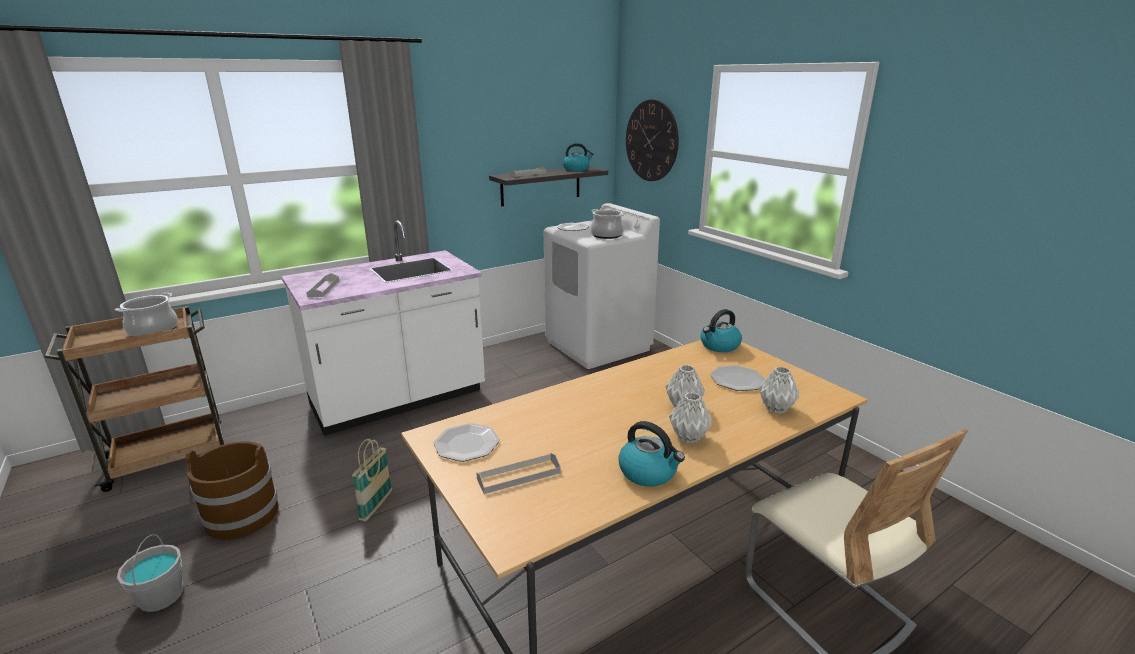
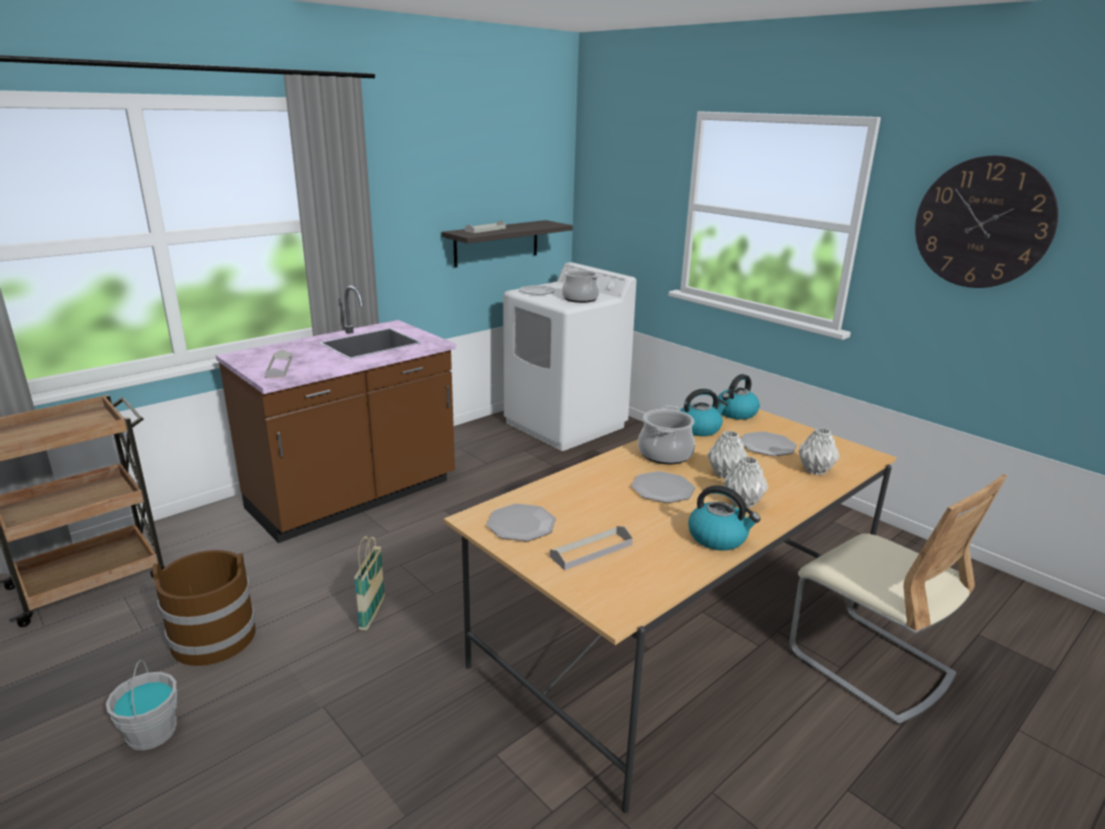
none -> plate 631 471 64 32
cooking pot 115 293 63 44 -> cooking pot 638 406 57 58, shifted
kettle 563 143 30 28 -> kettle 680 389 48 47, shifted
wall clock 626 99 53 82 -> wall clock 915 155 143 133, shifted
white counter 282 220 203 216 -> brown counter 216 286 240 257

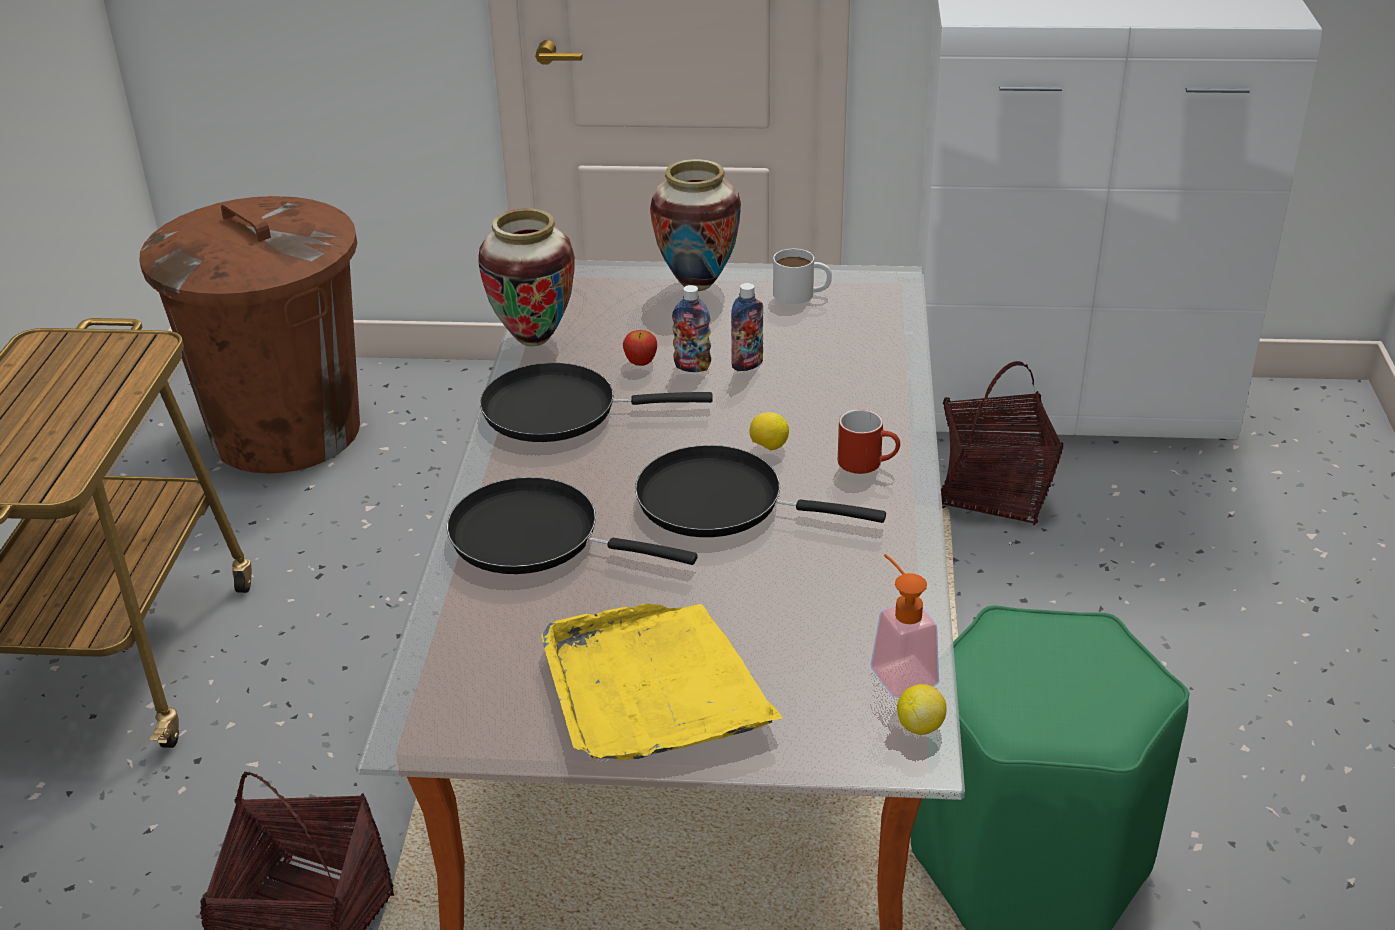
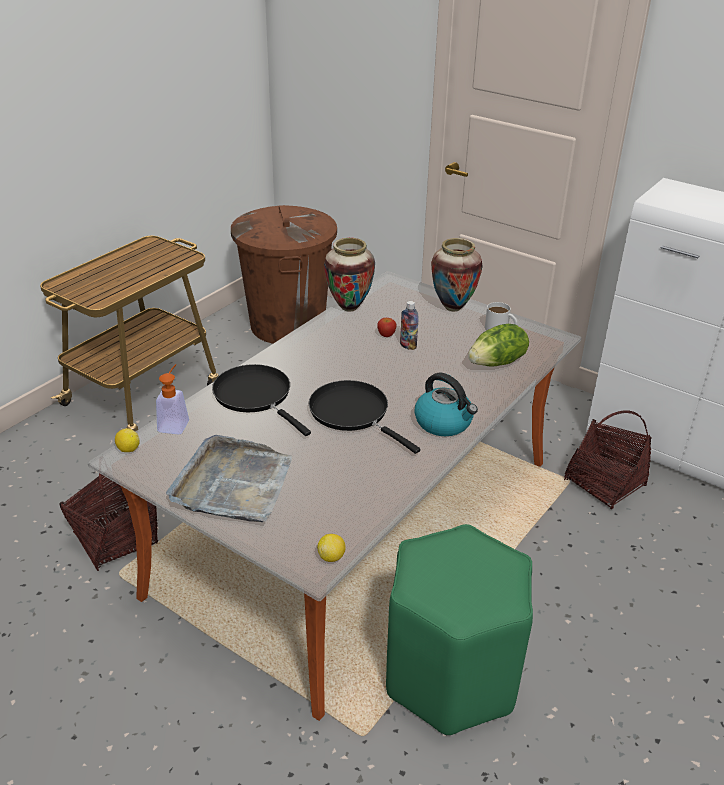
black frying pan 480 363 233 79 -> none
bottle 731 283 32 88 -> none
none -> lettuce 468 324 61 43
lemon 750 412 39 39 -> lemon 115 428 25 24, shifted
soap dispenser 871 554 68 144 -> soap dispenser 156 364 33 71, shifted
red mug 838 409 62 65 -> kettle 414 373 64 63
yellow tray 541 604 242 157 -> grey tray 166 435 126 87

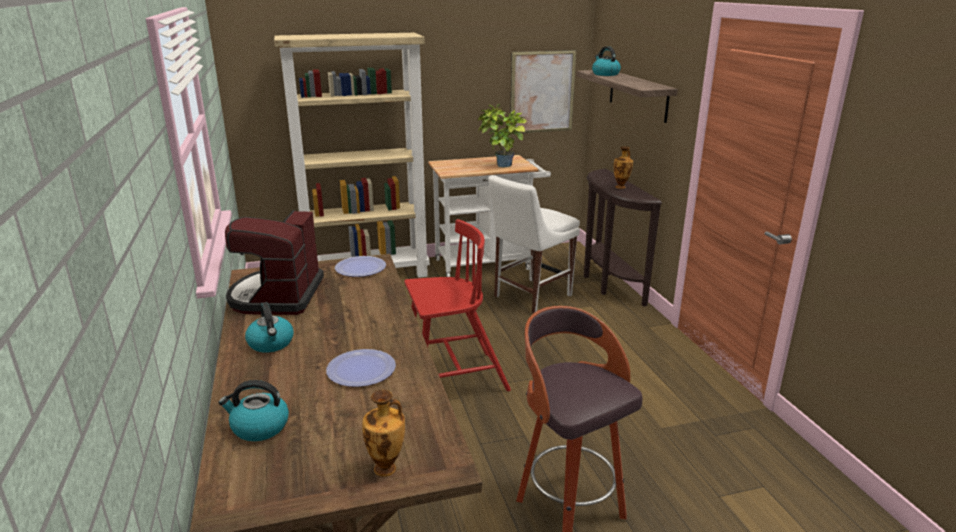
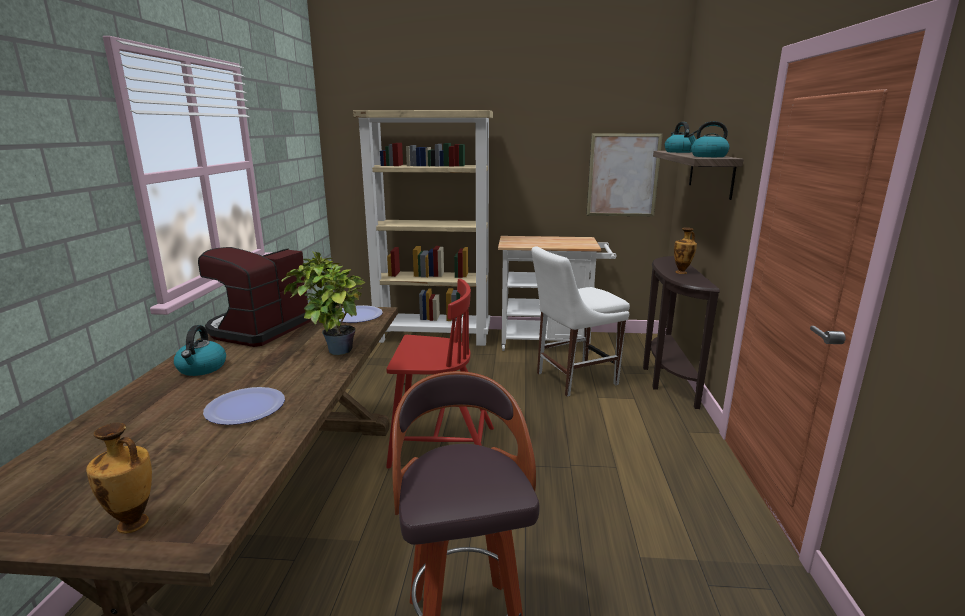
kettle 218 380 71 61 -> kettle 687 121 43 36, shifted
potted plant 477 104 50 63 -> potted plant 282 251 84 104, shifted

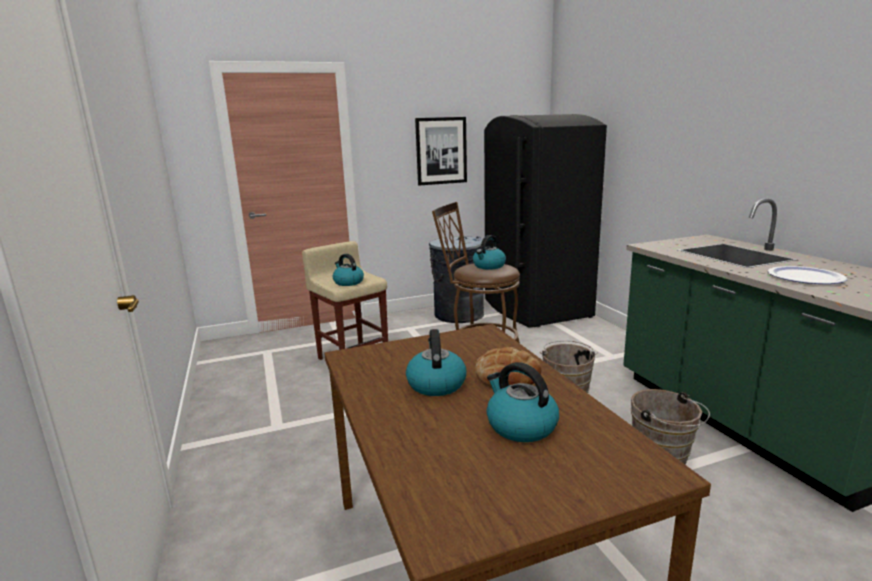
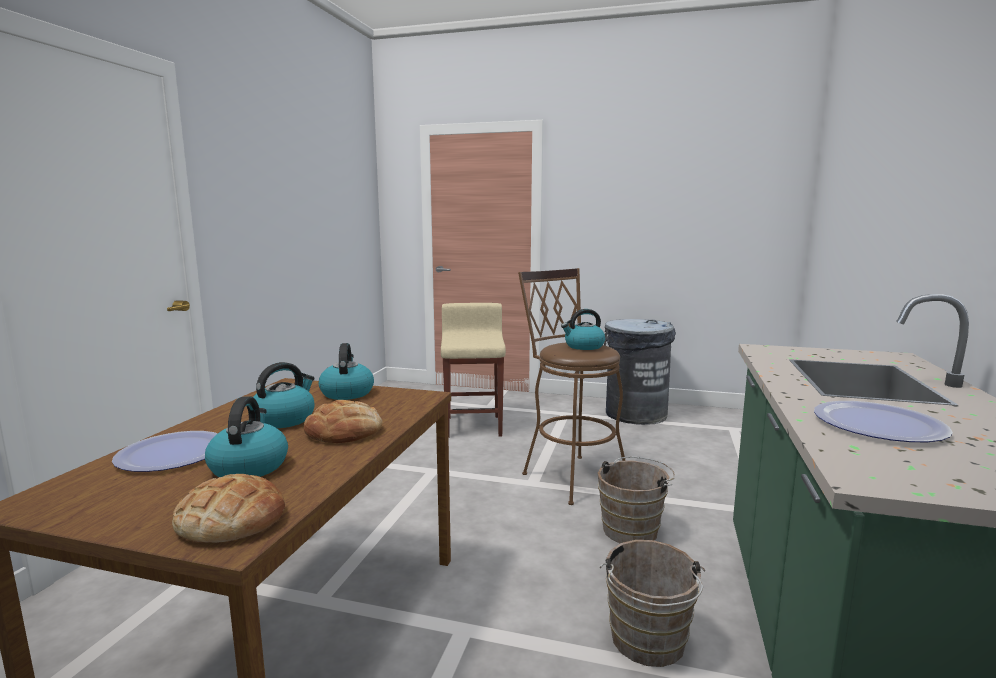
picture 415 117 52 69 -> none
black fridge 484 114 123 214 -> none
none -> plate 112 431 106 41
none -> bread 172 474 113 69
kettle 333 254 31 32 -> kettle 319 343 55 57, shifted

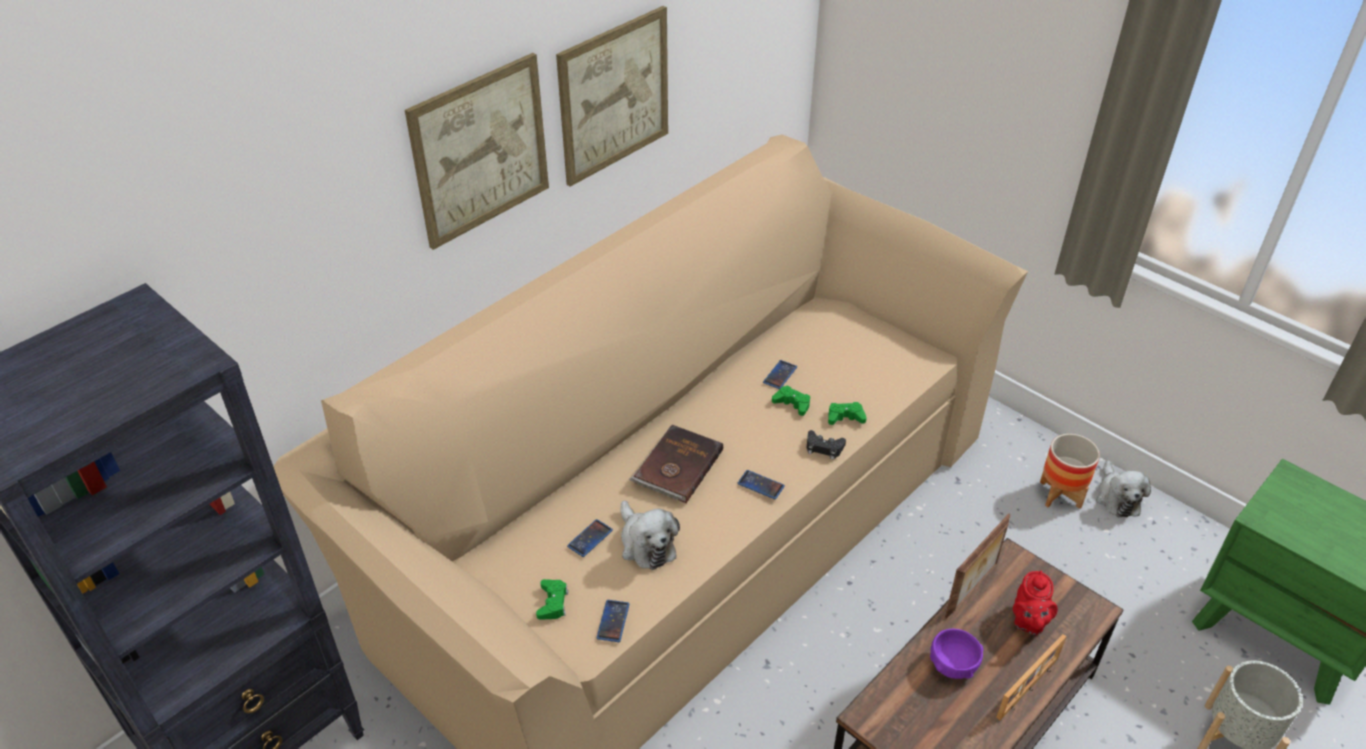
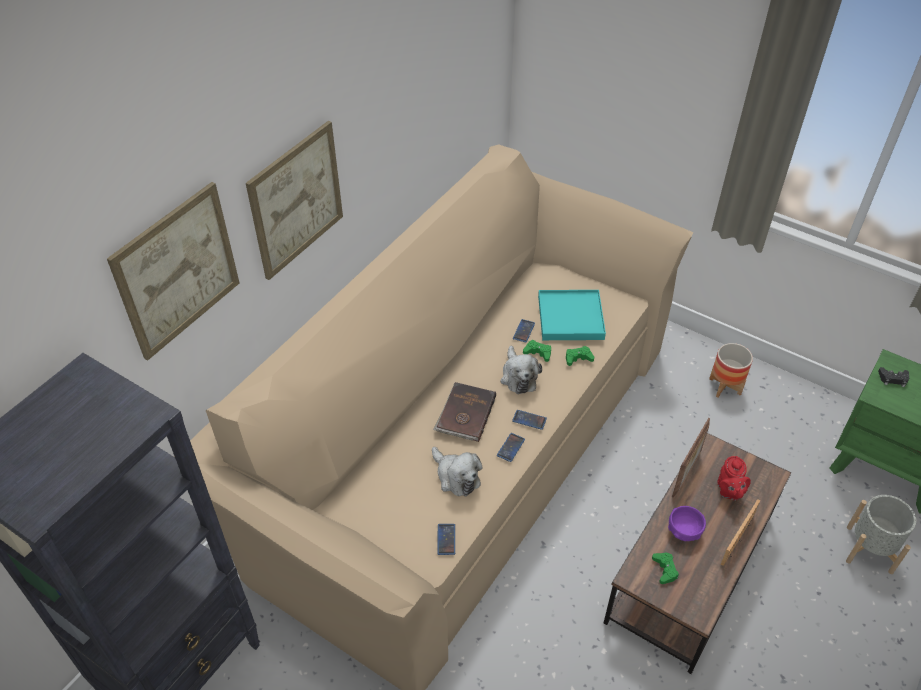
none -> turquoise tray 538 290 68 50
green game controller 536 579 32 41 -> green game controller 652 553 27 31, shifted
picture 556 6 112 181 -> picture 107 182 132 178, shifted
phone 567 519 46 38 -> phone 497 433 28 29, shifted
black game controller 807 430 39 30 -> black game controller 878 367 31 20, shifted
plush toy 1096 460 55 57 -> plush toy 500 346 42 48, shifted

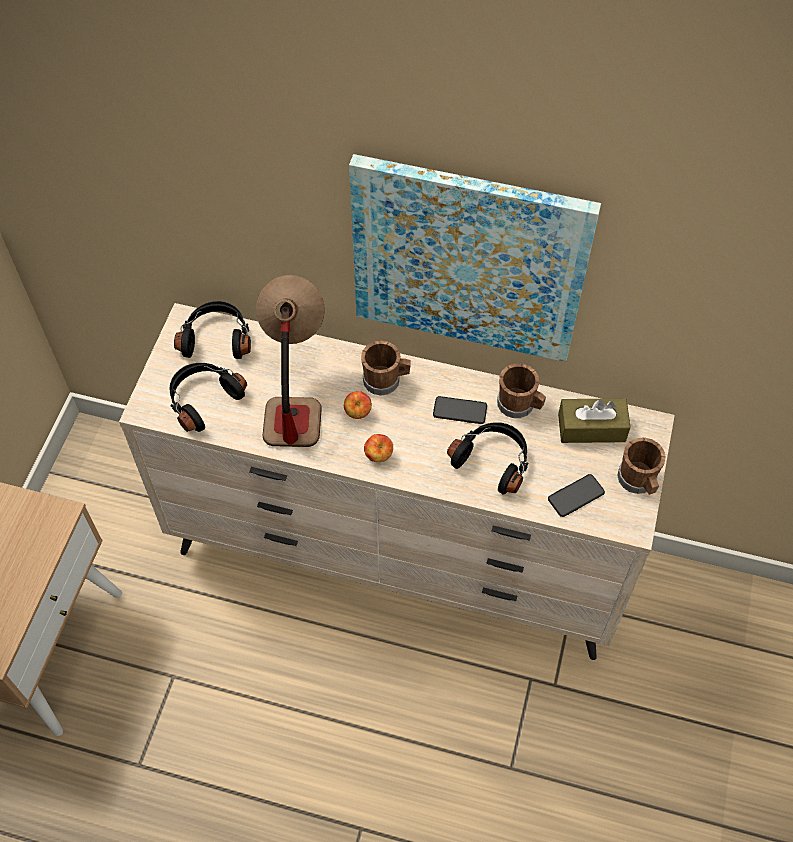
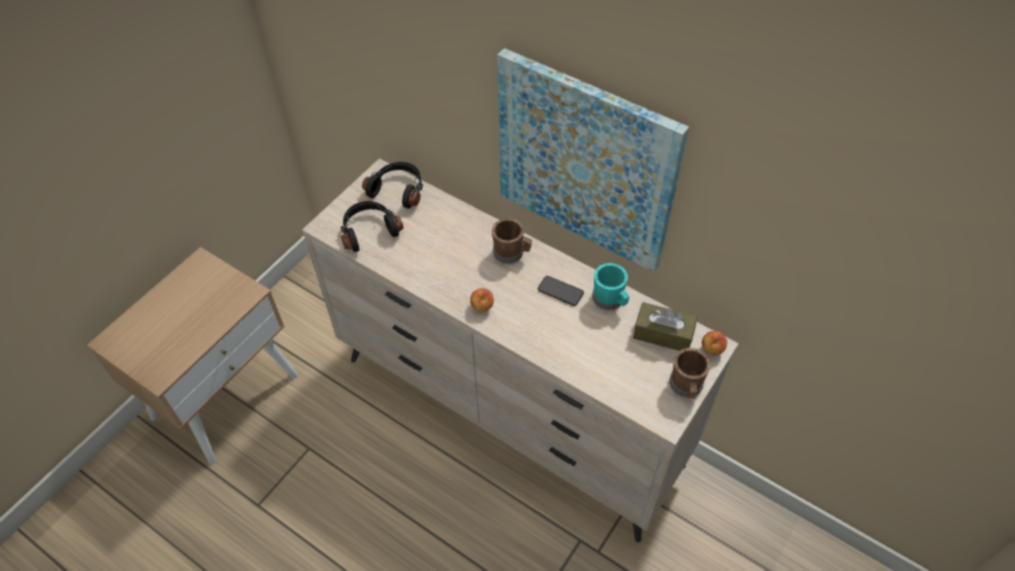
table lamp 256 275 69 172 -> none
black headphones 447 422 82 73 -> none
phone 548 474 57 43 -> none
apple 344 391 28 28 -> apple 702 331 25 24, shifted
brown mug 497 363 49 55 -> turquoise mug 592 263 38 47

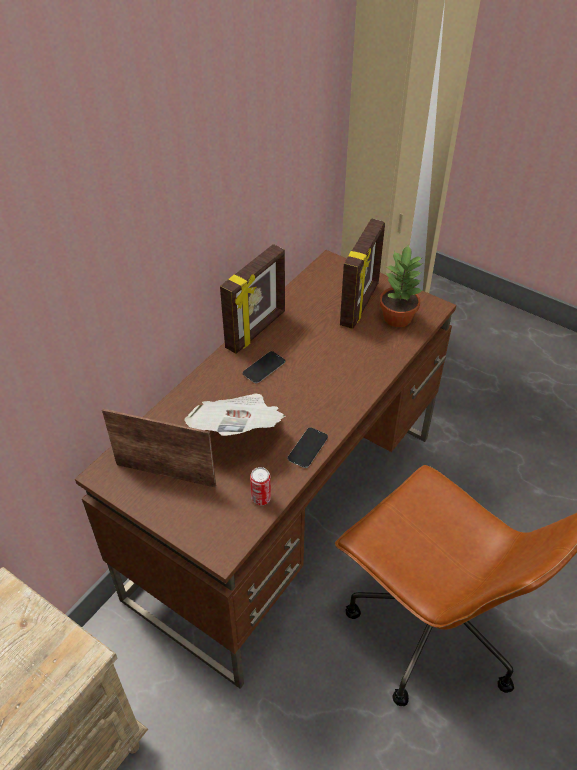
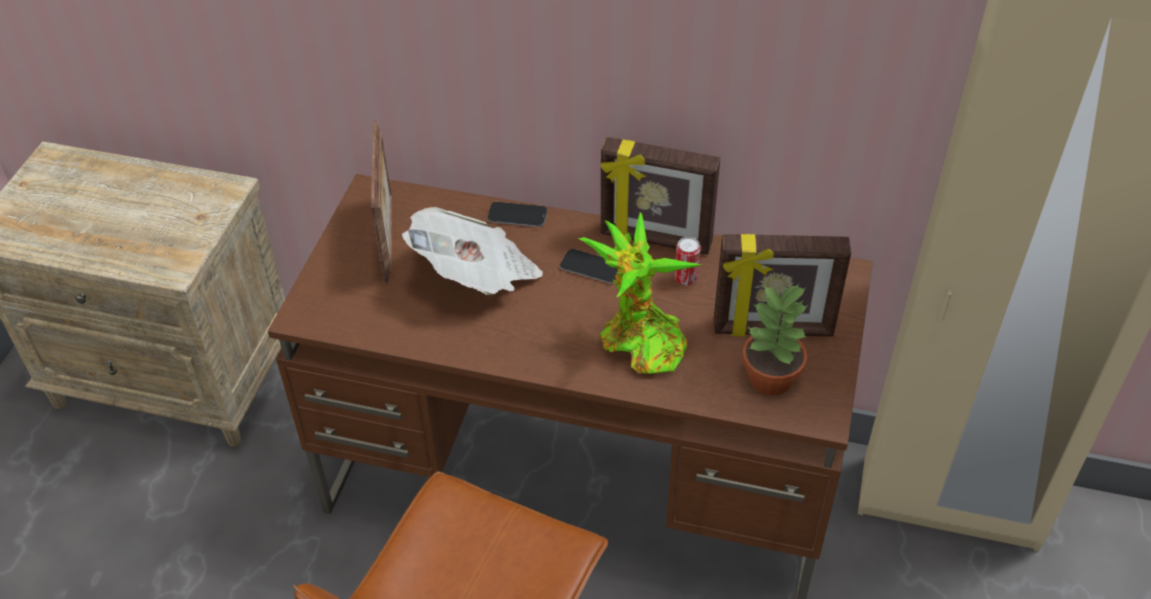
none -> potted plant 578 212 124 161
can 250 467 21 38 -> can 675 237 26 48, shifted
phone 287 428 41 40 -> phone 488 202 59 25, shifted

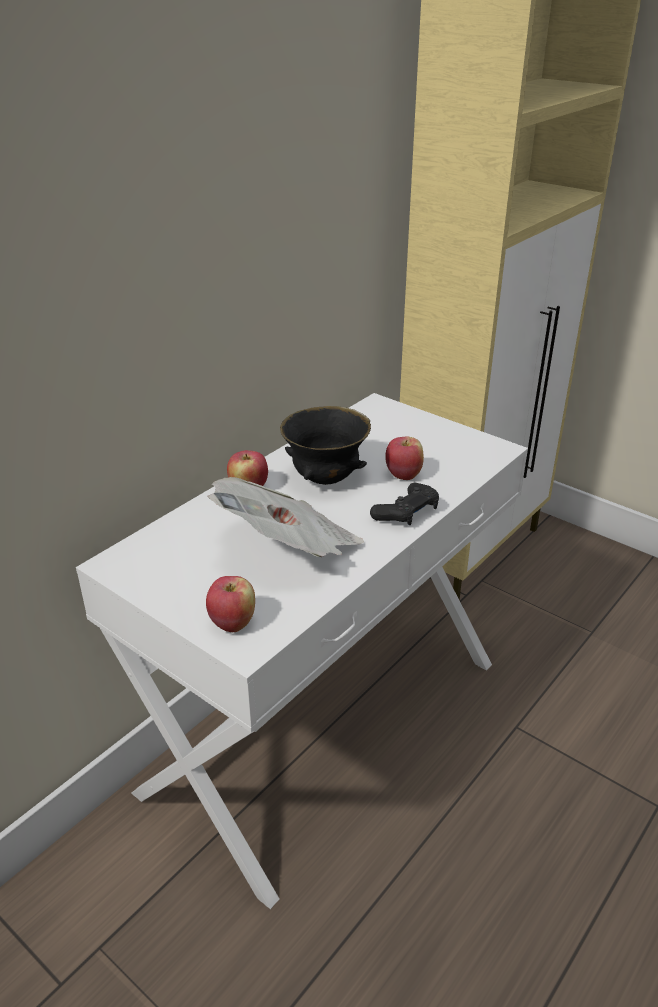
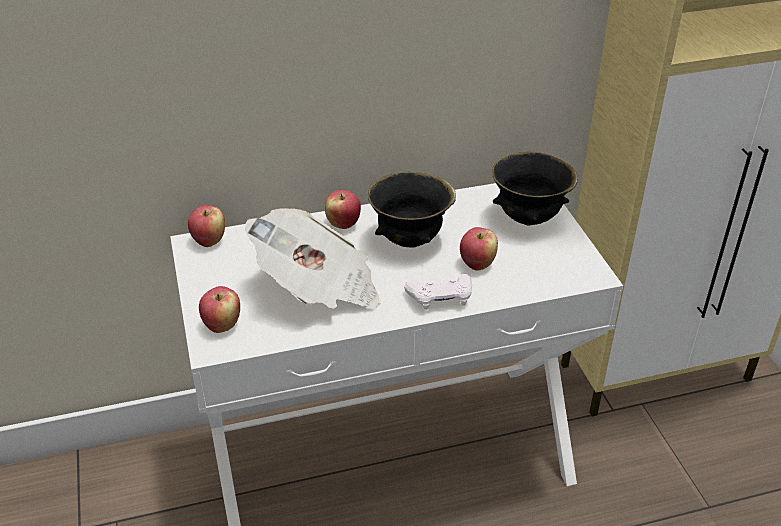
none -> apple 188 205 37 42
none -> black bowl 492 152 86 73
black game controller 370 482 69 43 -> white game controller 404 274 68 36

